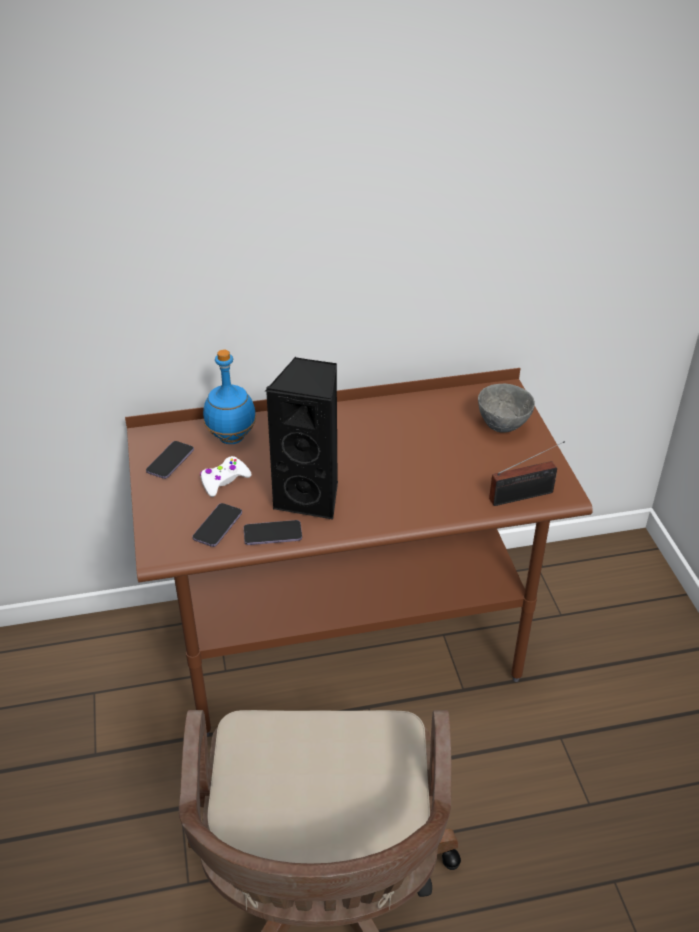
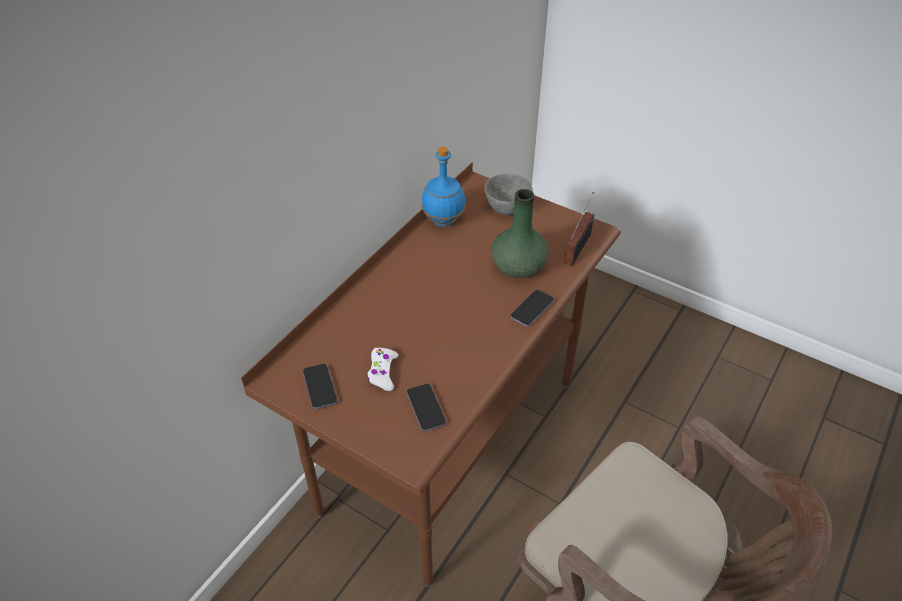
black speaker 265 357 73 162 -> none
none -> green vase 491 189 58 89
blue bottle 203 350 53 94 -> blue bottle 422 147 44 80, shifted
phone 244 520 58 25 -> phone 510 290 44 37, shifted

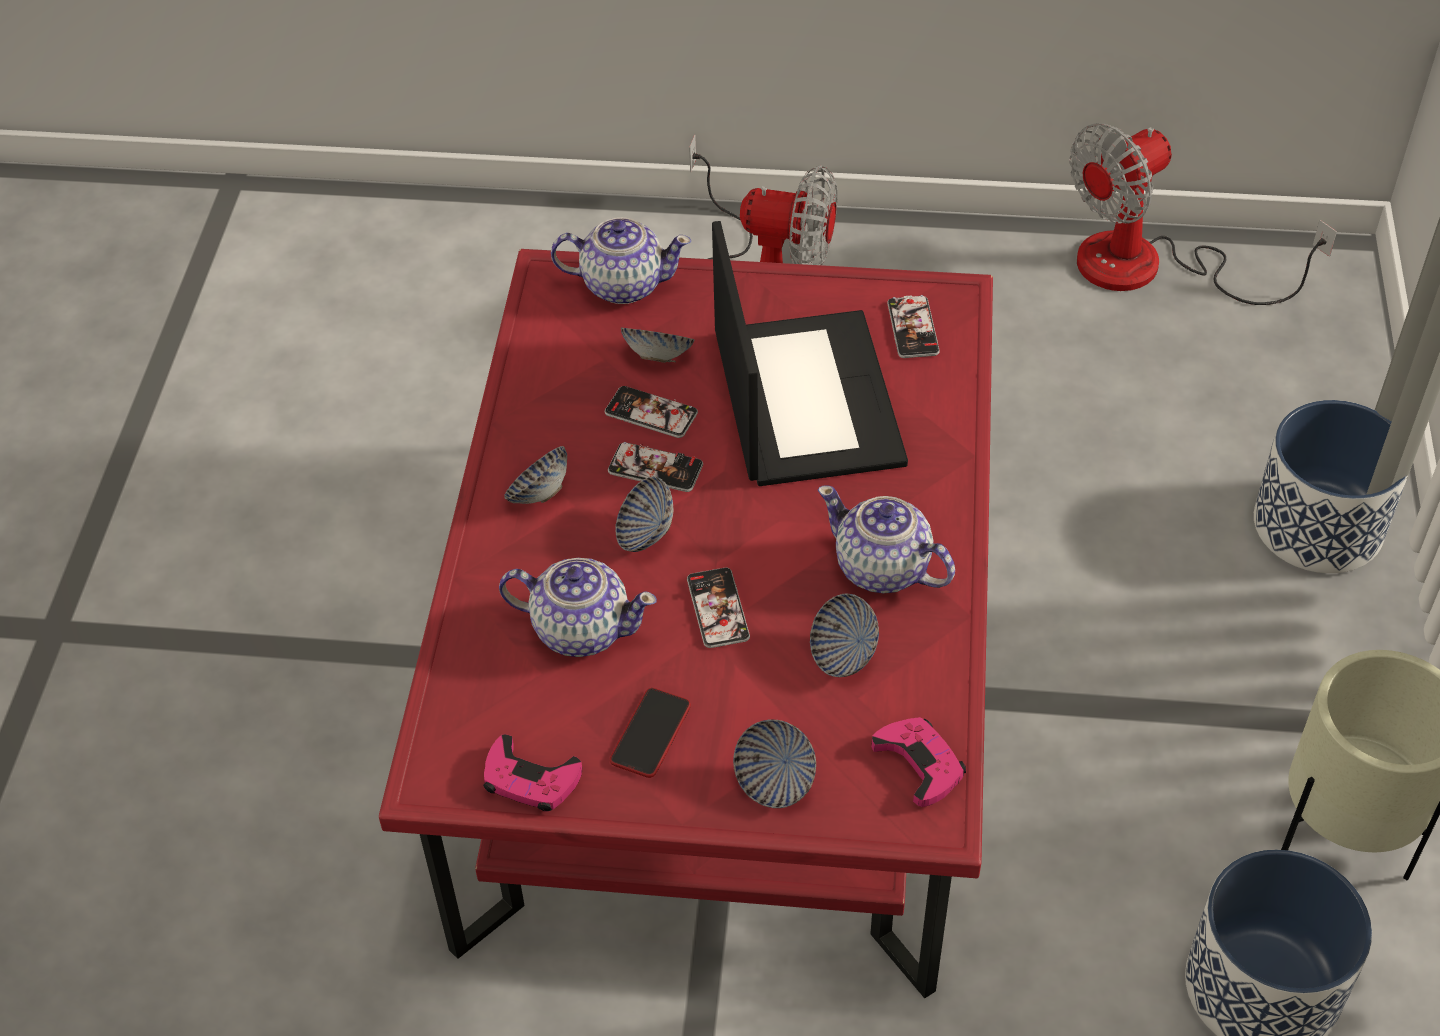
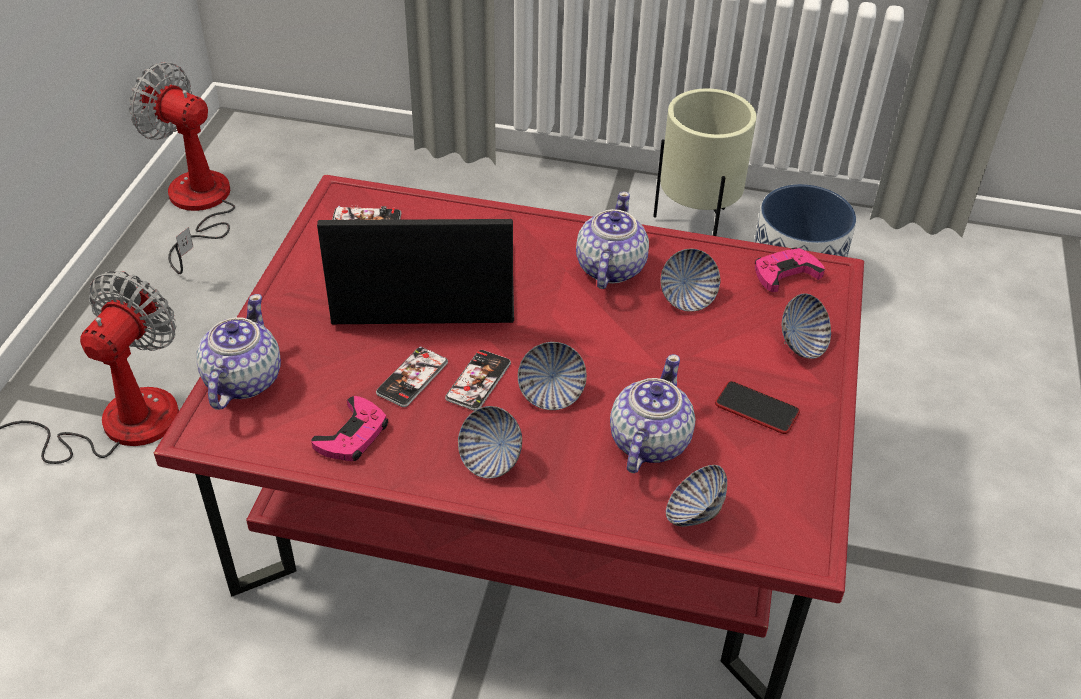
phone 687 567 63 81 -> none
planter 1254 400 154 173 -> none
pink game controller 483 734 99 77 -> pink game controller 311 396 77 65, shifted
bowl 621 328 73 35 -> bowl 666 465 61 62, shifted
teapot 818 486 137 108 -> teapot 576 191 73 98, 150 degrees clockwise
fan 1069 123 268 182 -> fan 129 62 106 212, 150 degrees clockwise

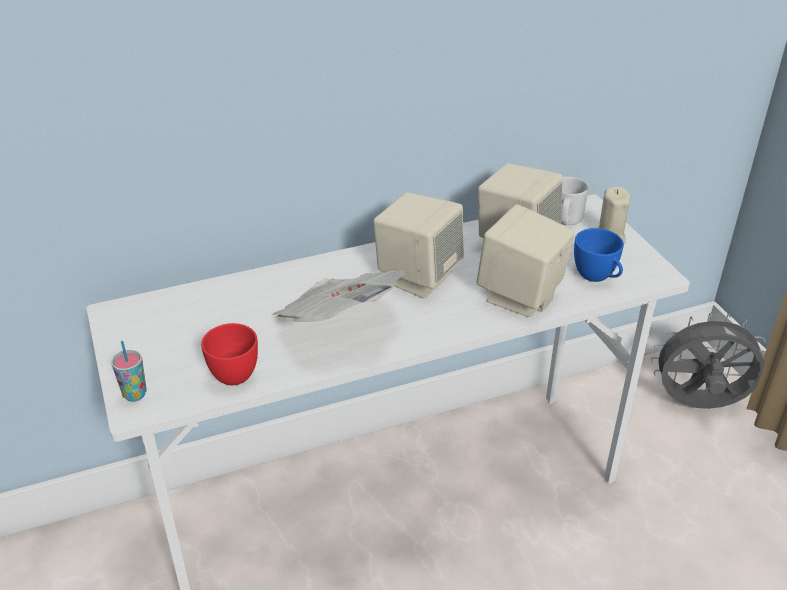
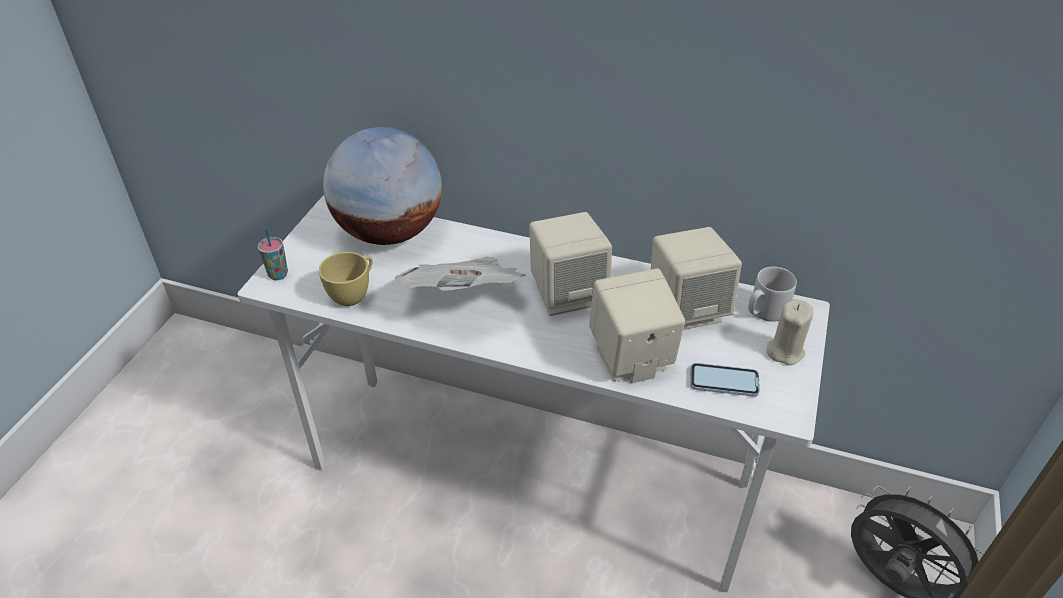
none -> globe 323 127 119 118
blue cup 574 228 50 54 -> phone 690 363 70 34
red cup 201 323 57 62 -> yellow cup 319 252 54 54

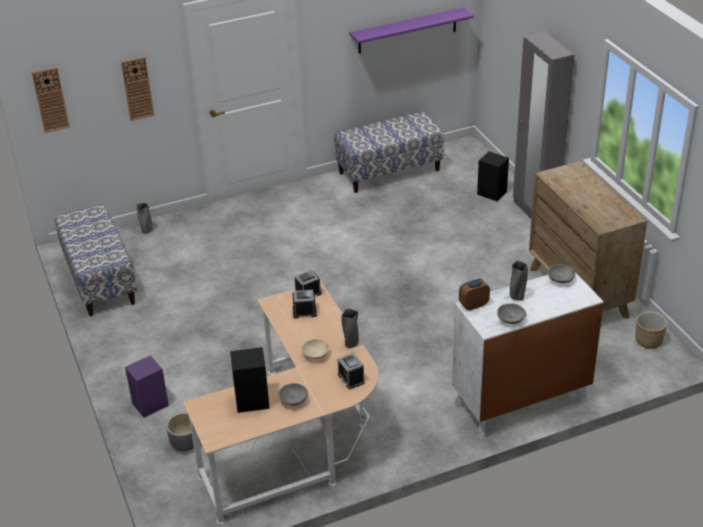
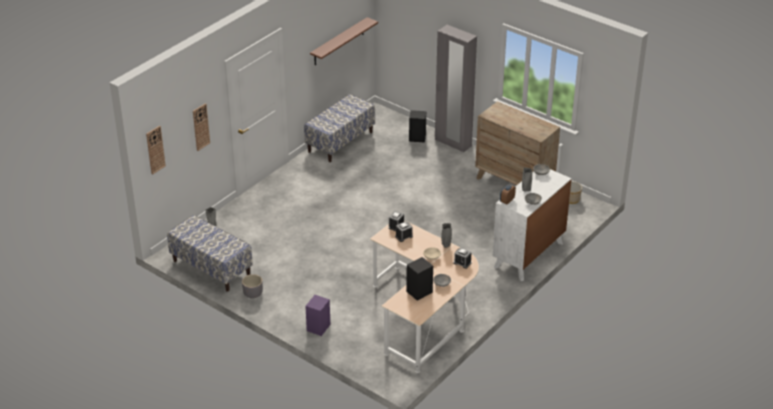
grey planter 166 412 34 40 -> grey planter 242 274 21 25, shifted
purple shelf 350 8 124 45 -> brown shelf 310 17 68 48

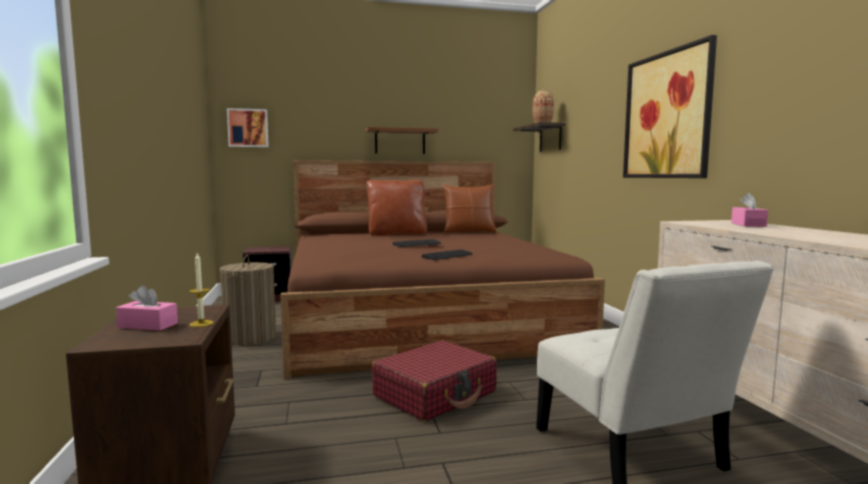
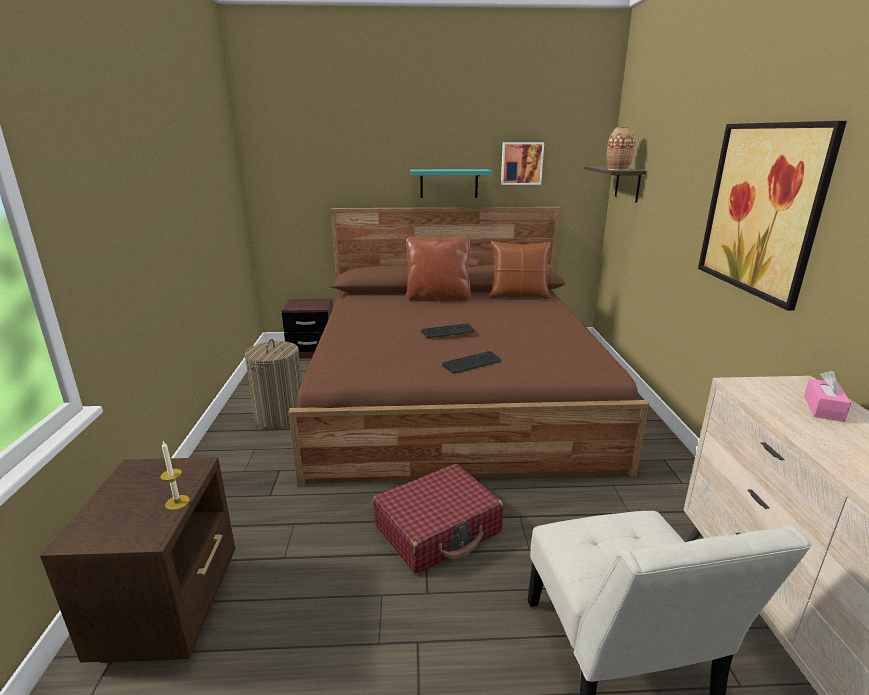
pink tissue box 116 285 62 46 -> none
picture 227 108 42 39 -> picture 501 142 43 43, shifted
brown shelf 366 127 72 27 -> turquoise shelf 410 169 82 29

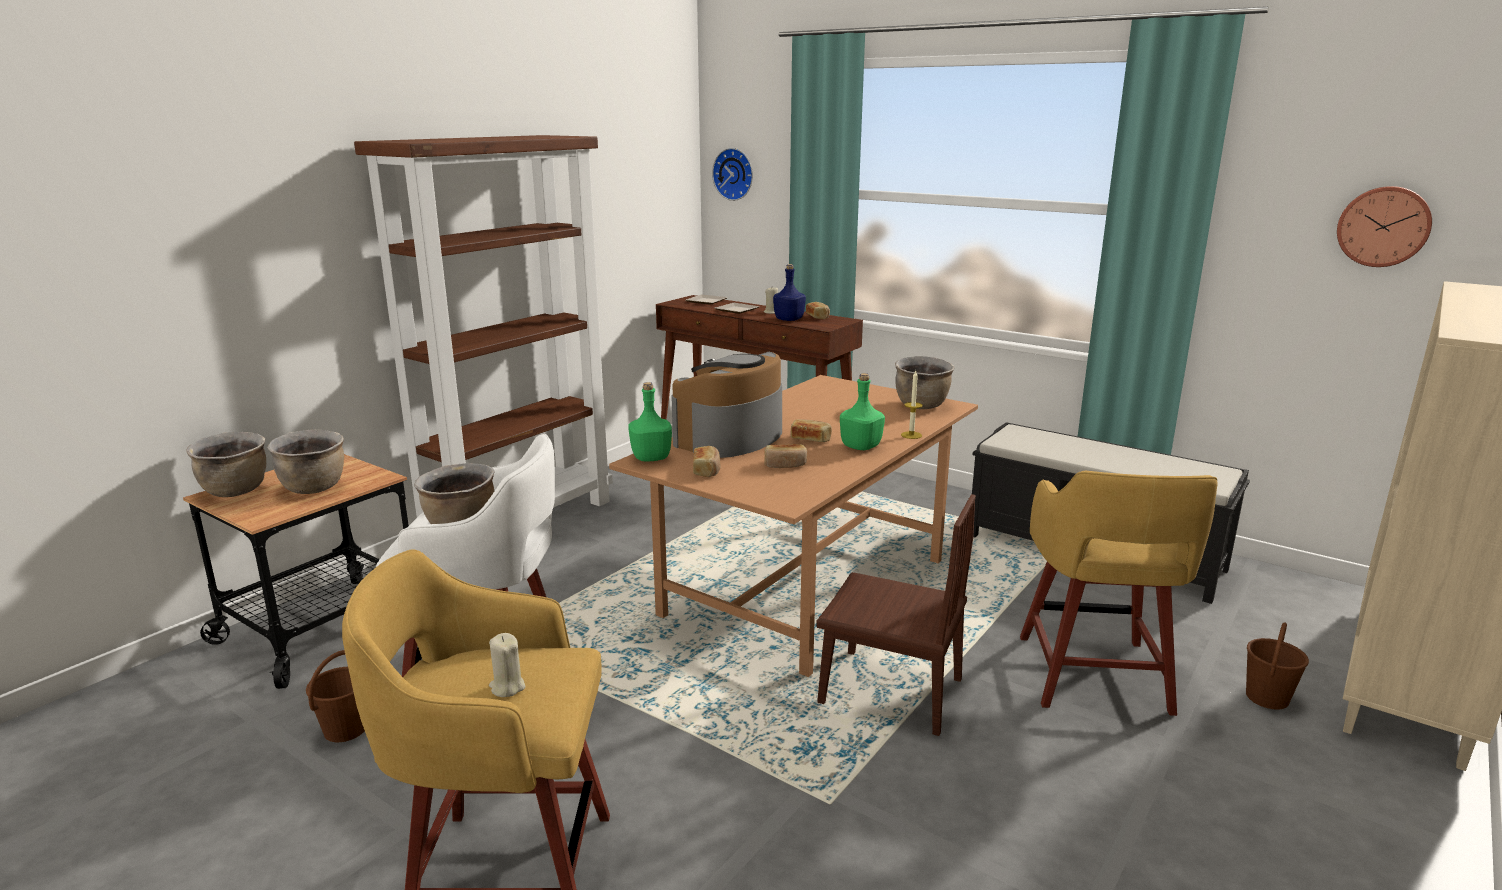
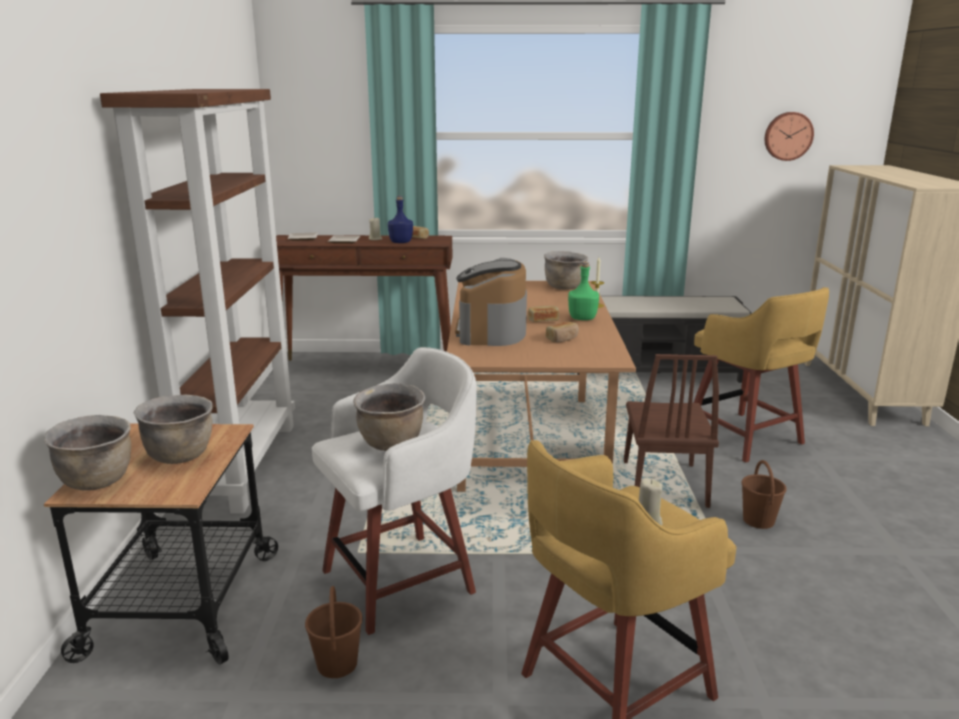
green bottle 628 382 44 79 -> none
bread 693 446 27 31 -> none
wall clock 712 148 41 53 -> none
brown bucket 1246 622 63 88 -> brown bucket 742 460 45 69, shifted
brown chair 816 494 160 242 -> brown chair 624 354 95 154, 105 degrees clockwise

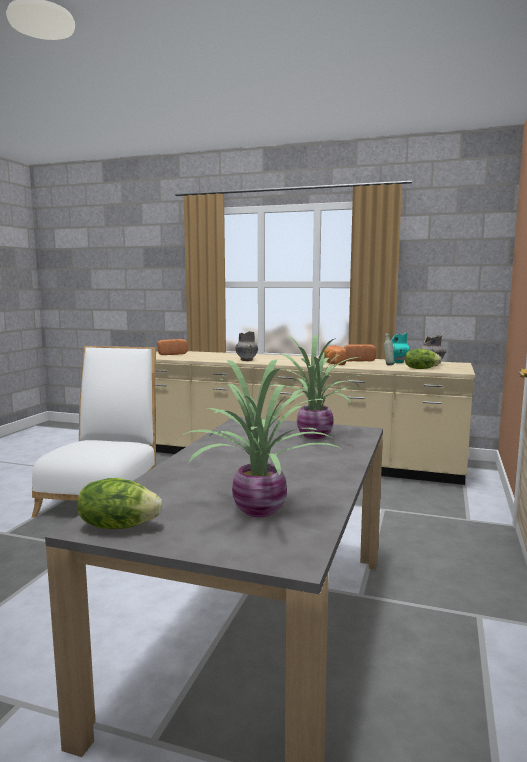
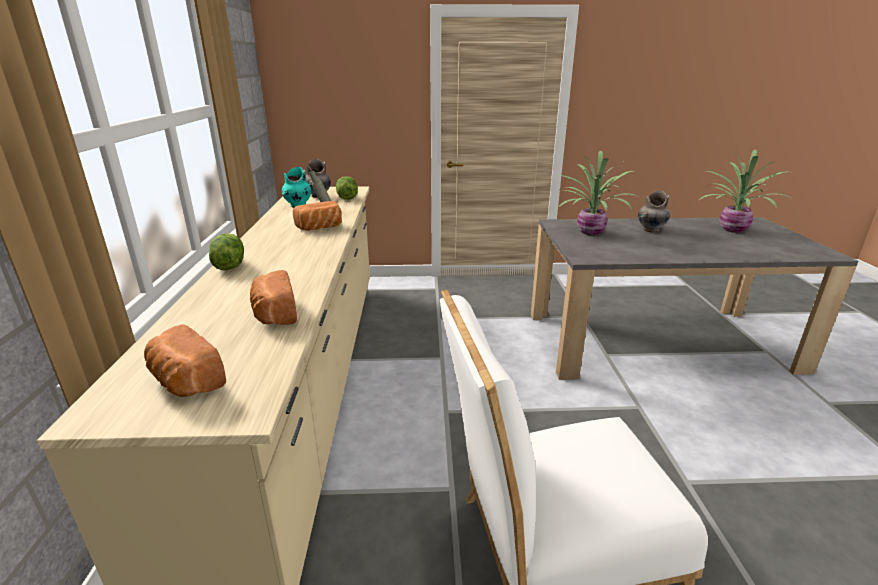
lettuce 77 478 85 51 -> lettuce 209 233 35 37, shifted
grey vase 235 331 23 30 -> grey vase 638 191 32 42, shifted
bread 344 344 32 18 -> bread 250 270 47 55, shifted

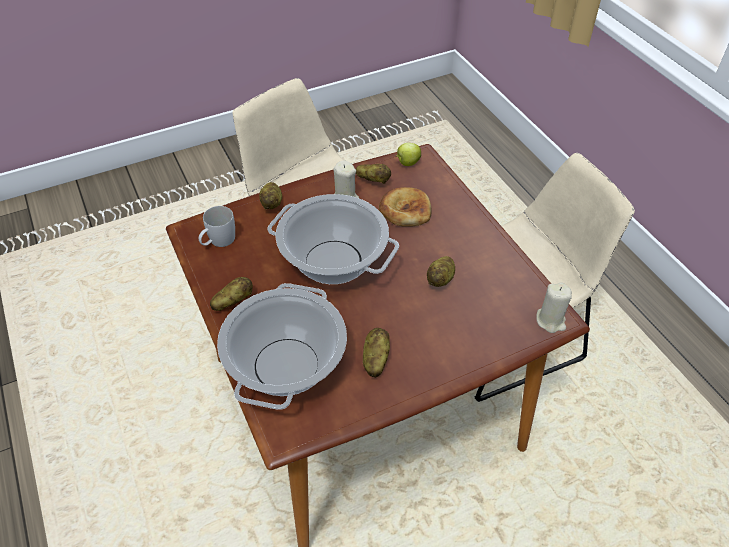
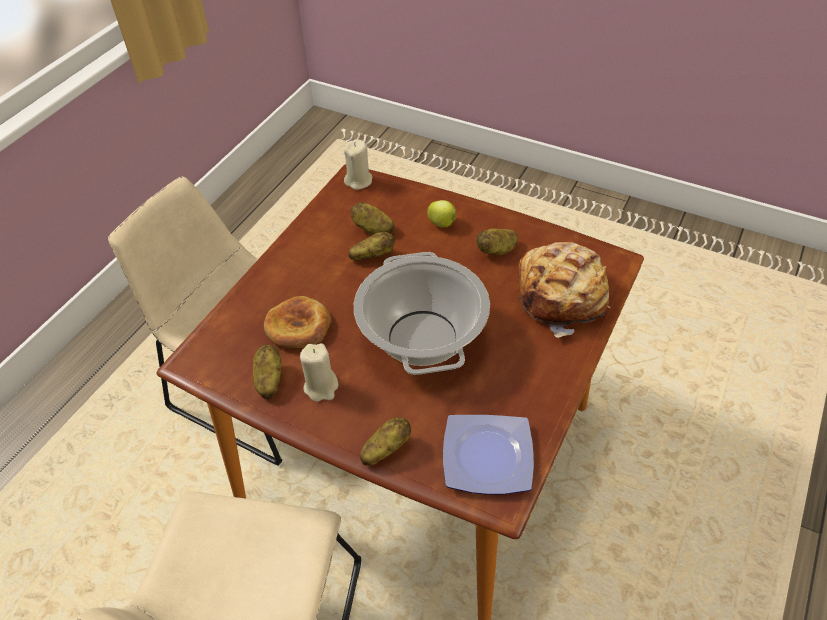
potato 210 277 43 34 -> potato 350 202 44 33, shifted
apple 396 143 25 23 -> apple 427 200 29 27, shifted
white mug 199 206 36 41 -> plate 443 415 91 80
cooking pot 217 283 130 127 -> bread 518 242 93 96

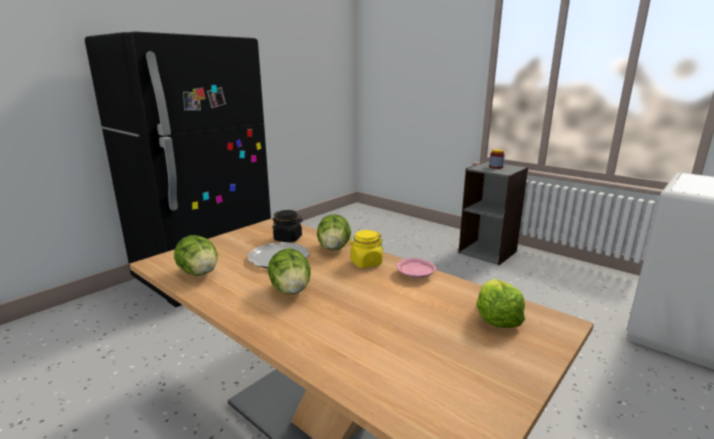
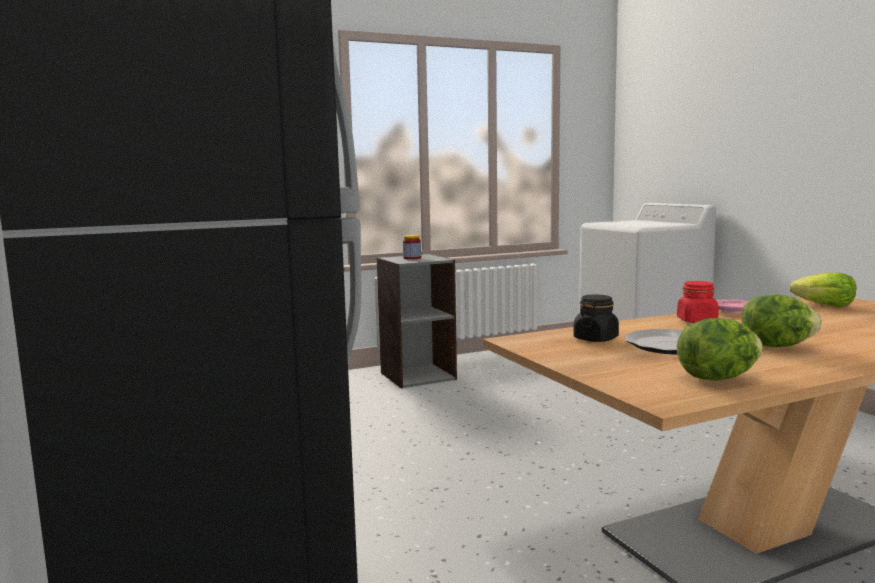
lettuce 317 214 34 37 -> none
yellow jar 349 230 34 38 -> red jar 677 281 42 42

